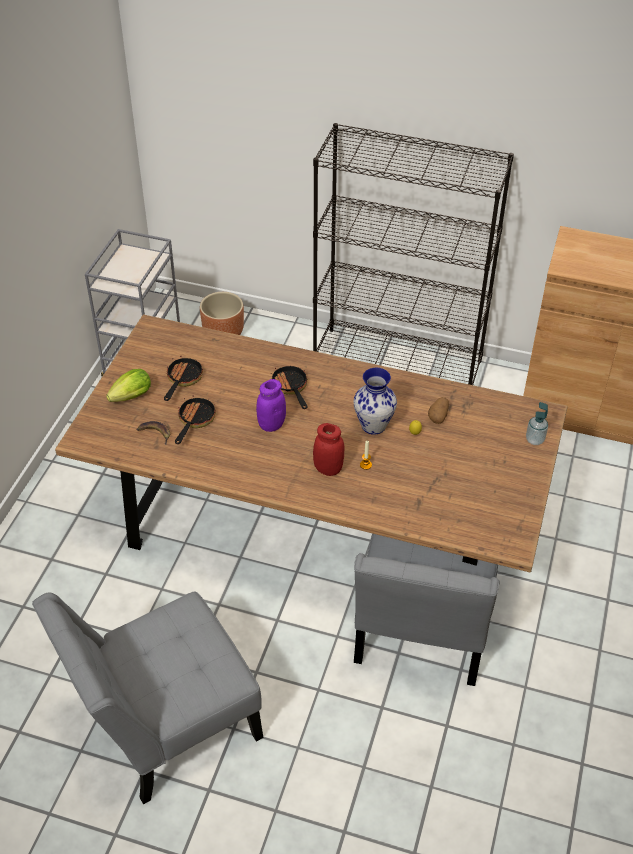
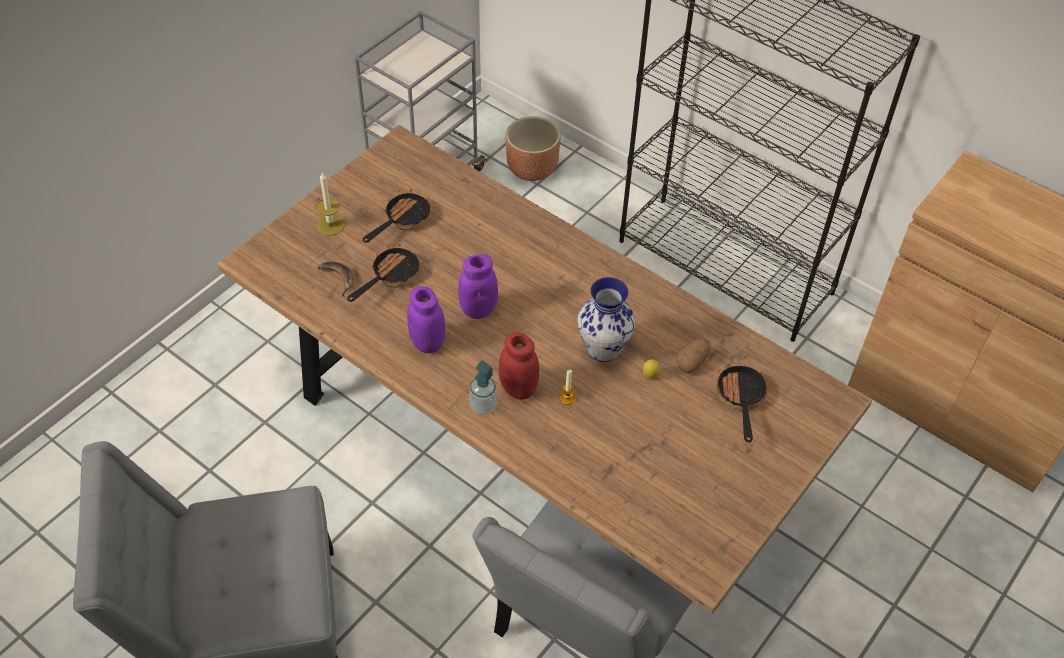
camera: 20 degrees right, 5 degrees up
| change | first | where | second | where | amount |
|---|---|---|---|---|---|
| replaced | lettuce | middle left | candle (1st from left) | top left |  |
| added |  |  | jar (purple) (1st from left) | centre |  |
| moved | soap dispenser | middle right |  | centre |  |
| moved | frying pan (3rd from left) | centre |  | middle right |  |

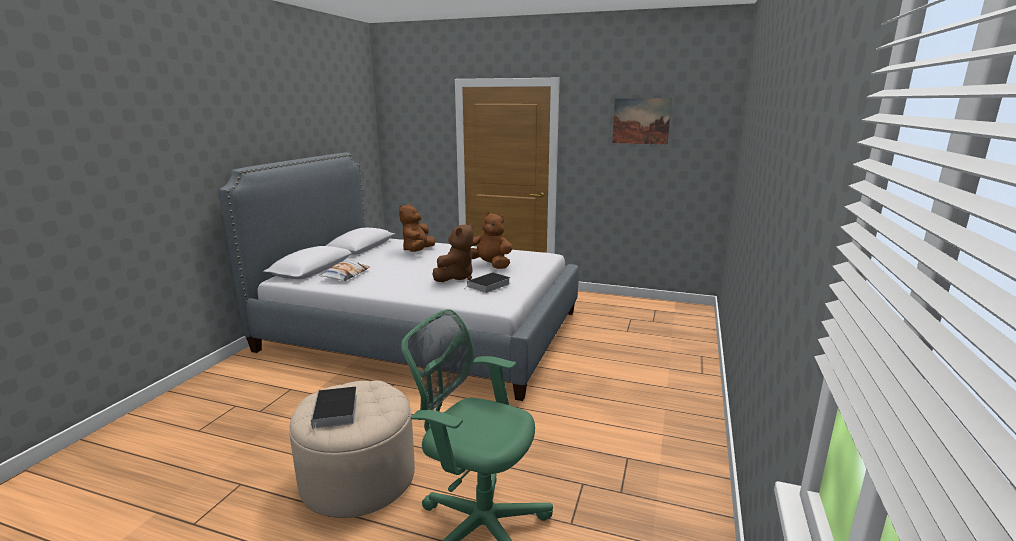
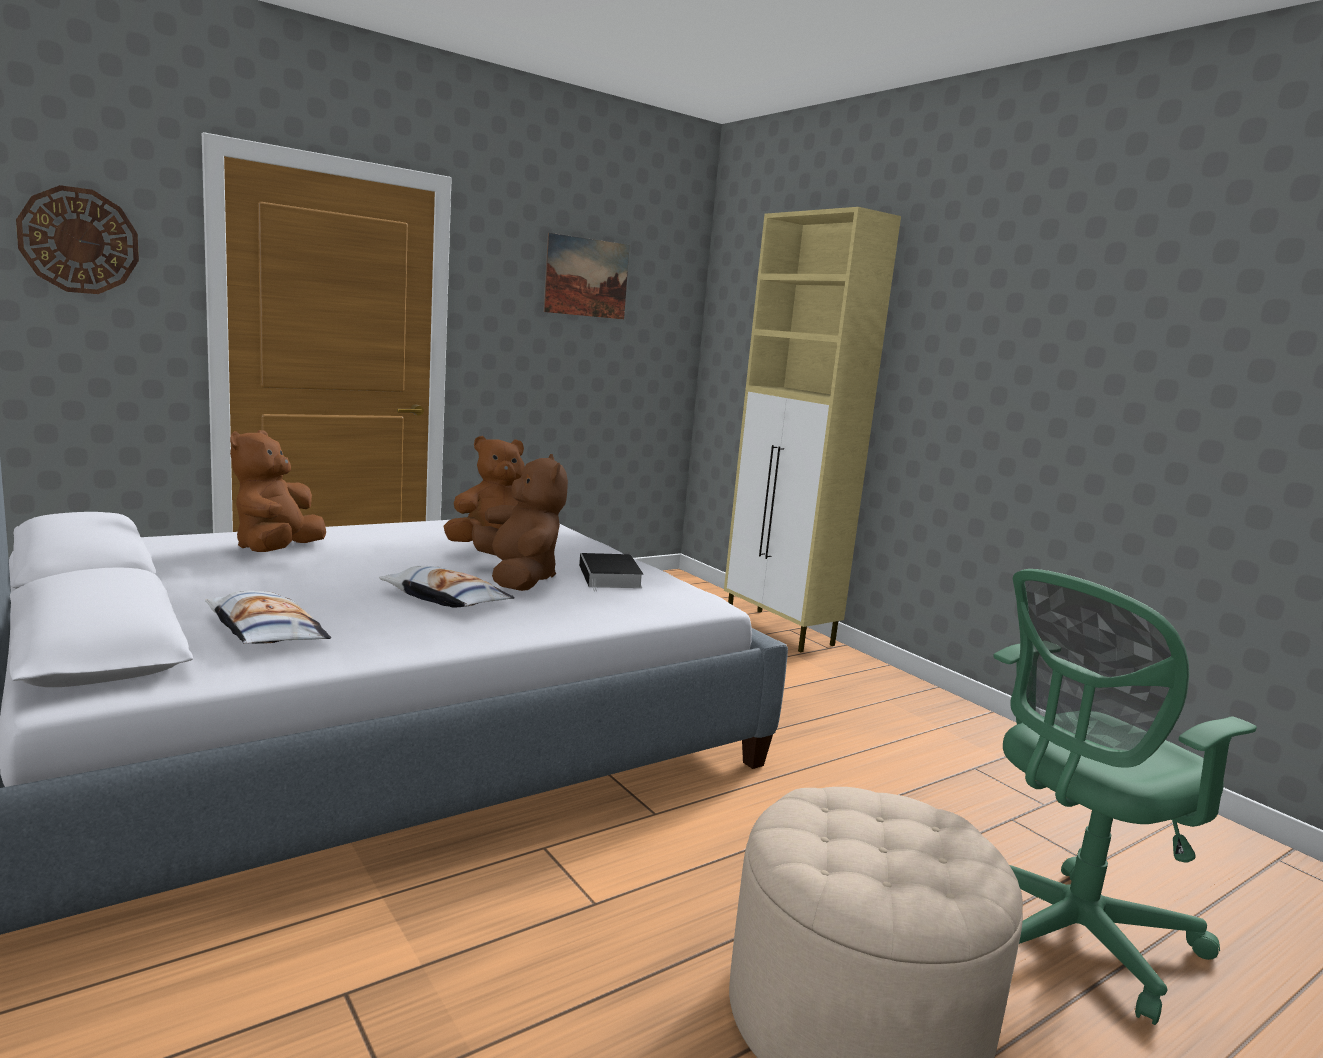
camera: 55 degrees left, 5 degrees down
| change | first | where | second | where | amount |
|---|---|---|---|---|---|
| added |  |  | wall clock | top left |  |
| turned | plush toy (brown) (1st from left) | centre |  | middle left | 45 degrees clockwise |
| added |  |  | pillow (2nd from left) | centre |  |
| added |  |  | cabinet (beige) | centre |  |
| removed | book (1st from left) | bottom left |  |  |  |

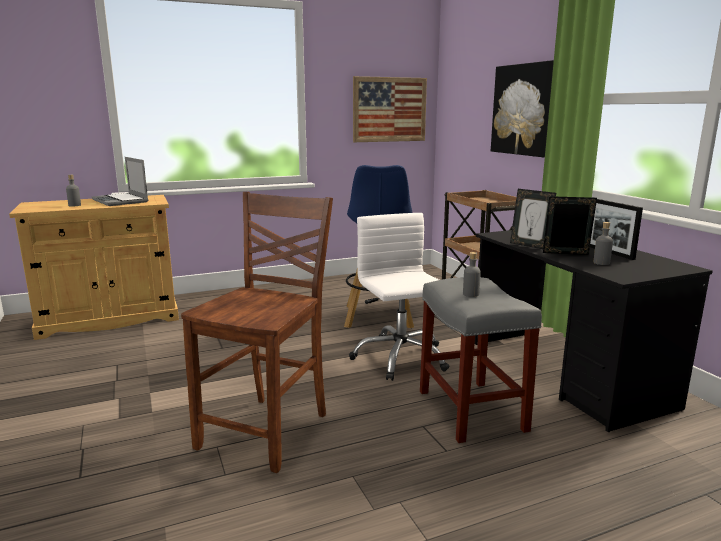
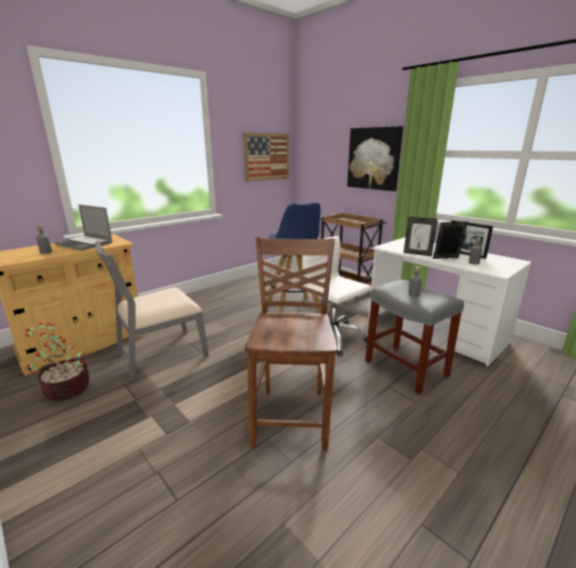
camera: 20 degrees left, 5 degrees up
| change | first | where | second | where | amount |
|---|---|---|---|---|---|
| added |  |  | potted plant | middle left |  |
| added |  |  | chair (grey) | middle left |  |
| recoloured | desk (black) | middle right | desk (white) | middle right |  |

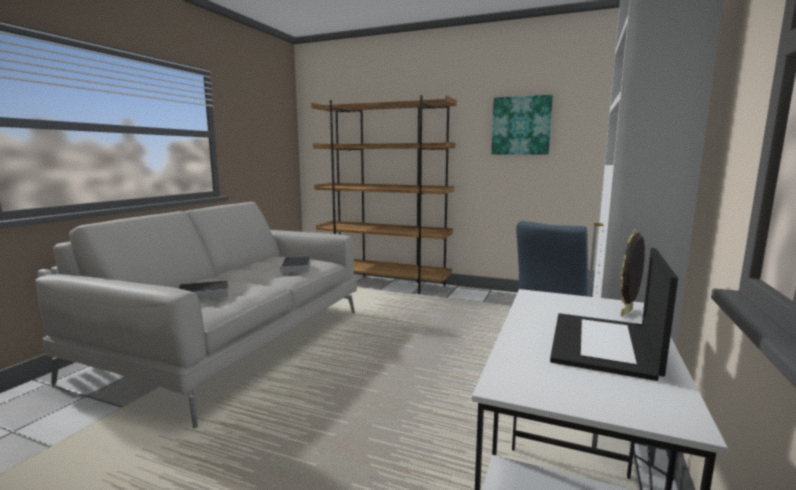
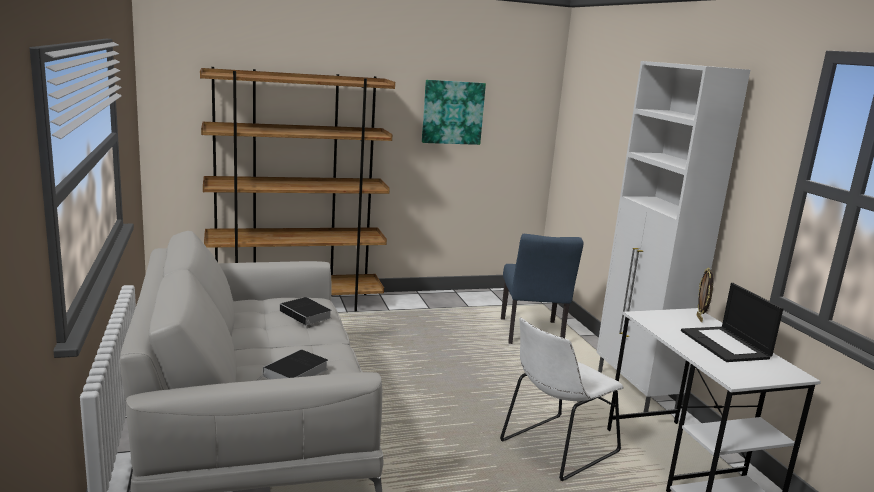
camera: 40 degrees left, 5 degrees up
| change | first | where | second | where | amount |
|---|---|---|---|---|---|
| added |  |  | chair (white) | bottom centre |  |

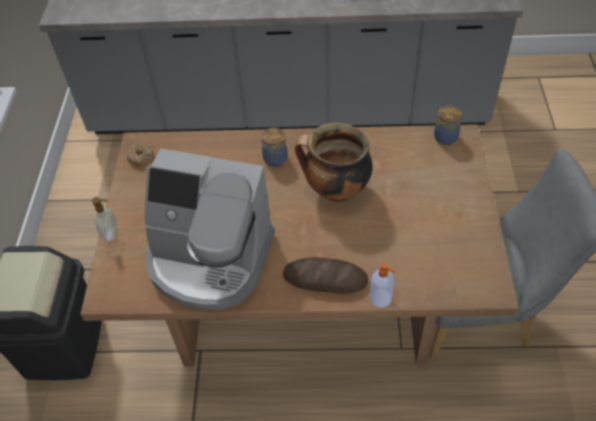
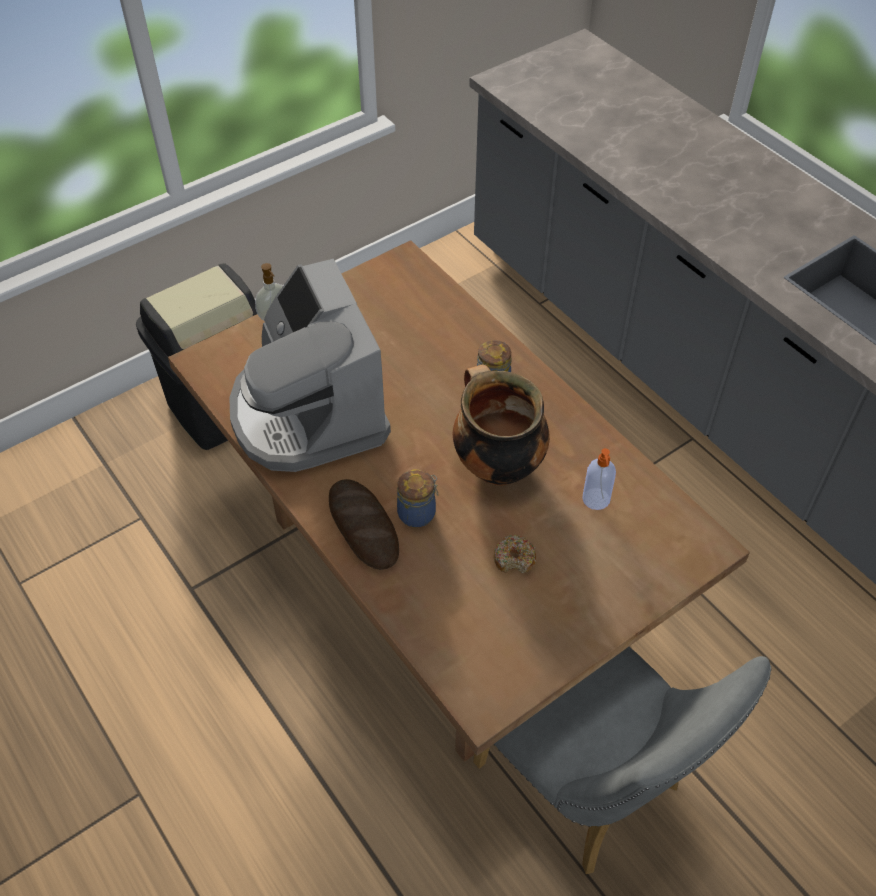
camera: 50 degrees right, 0 degrees up
| change | first | where | second | where | amount |
|---|---|---|---|---|---|
| moved | jar (2nd from left in the first image) | top right | jar (1st from left) | centre |  |
| moved | donut | middle left |  | centre |  |
| moved | soap dispenser (2nd from left) | bottom centre |  | middle right |  |

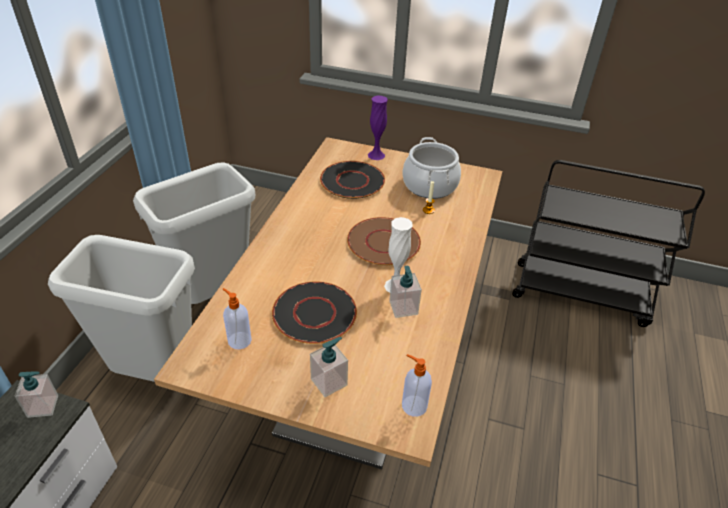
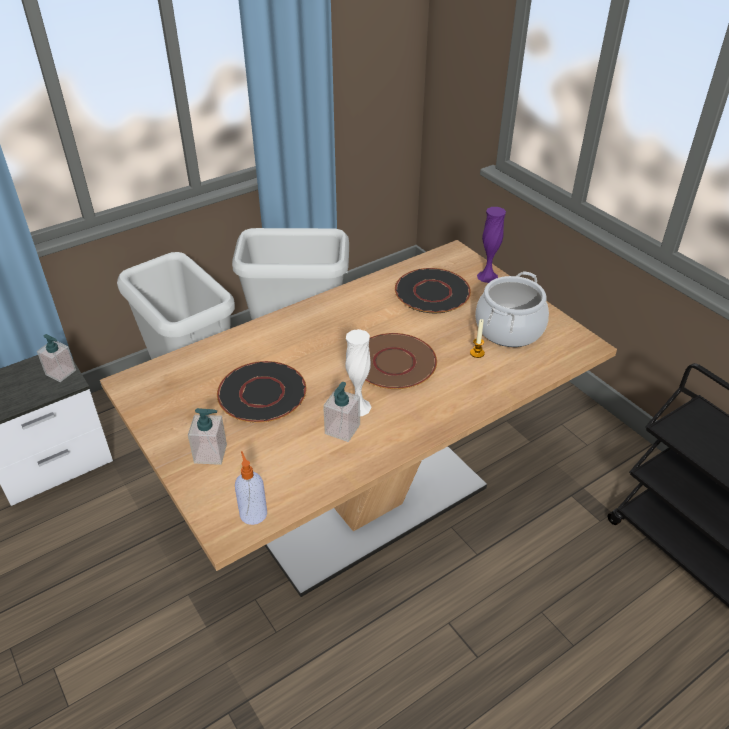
camera: 40 degrees right, 0 degrees up
| change | first | where | second | where | amount |
|---|---|---|---|---|---|
| removed | soap dispenser (2nd from left) | middle left |  |  |  |

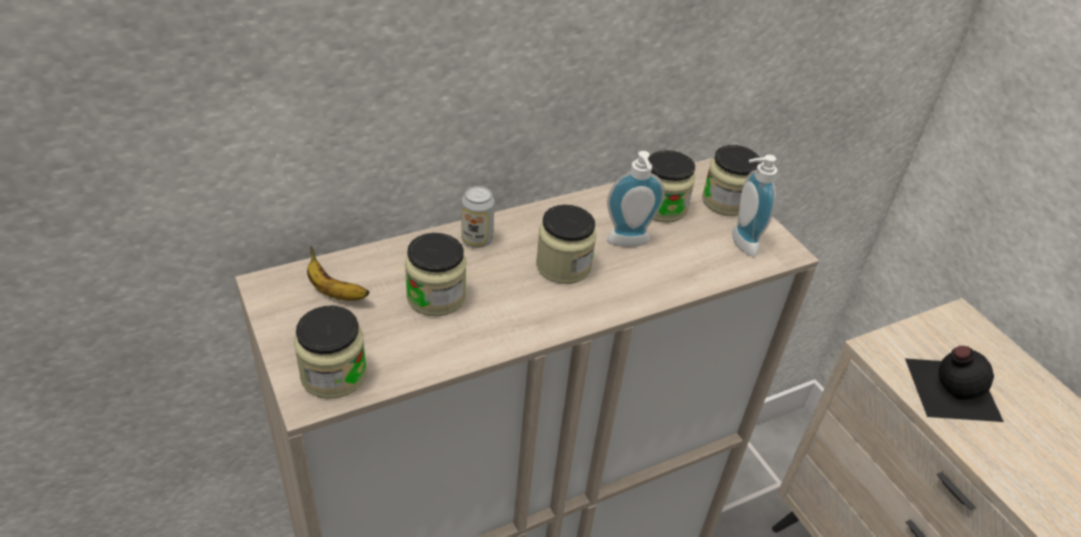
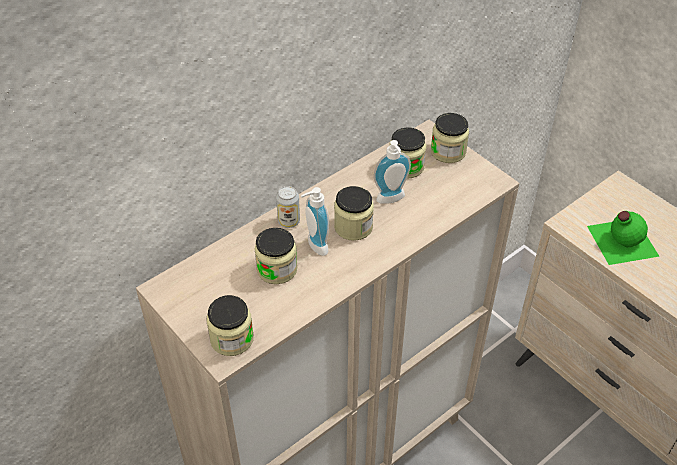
camera: 10 degrees left, 5 degrees up
| change | first | where | second | where | amount |
|---|---|---|---|---|---|
| moved | soap dispenser (2nd from left in the first image) | middle right | soap dispenser (1st from left) | centre |  |
| recoloured | bottle (black) | bottom right | bottle (green) | middle right |  |
| removed | banana | middle left |  |  |  |

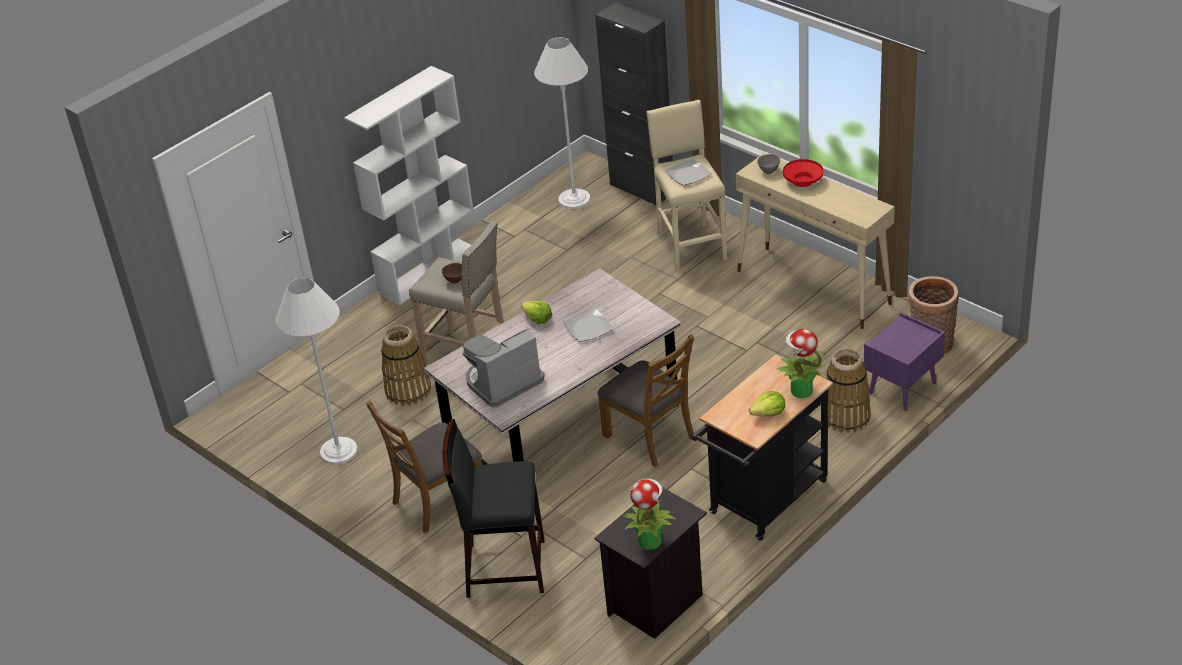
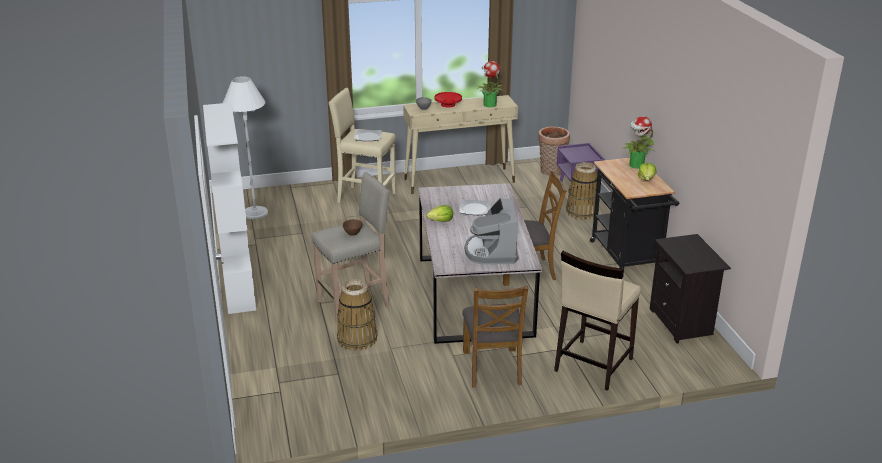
camera: 60 degrees left, 10 degrees down
| change | first | where | second | where | amount |
|---|---|---|---|---|---|
| moved | potted plant (1st from left) | bottom centre |  | top centre |  |
| recoloured | stool (black) | bottom centre | stool (beige) (3rd from left) | bottom right |  |
| removed | floor lamp (white) (1st from left) | middle left |  |  |  |
| removed | cabinet (black) | top centre |  |  |  |

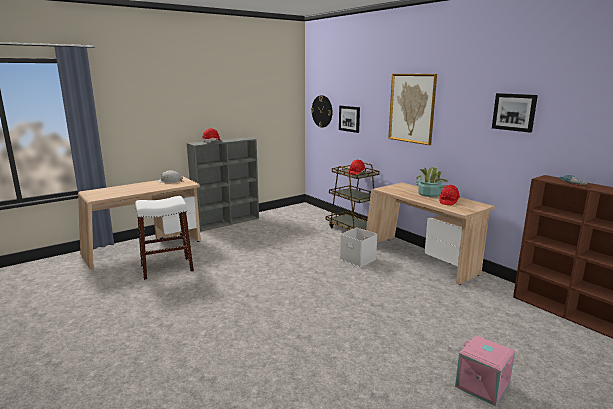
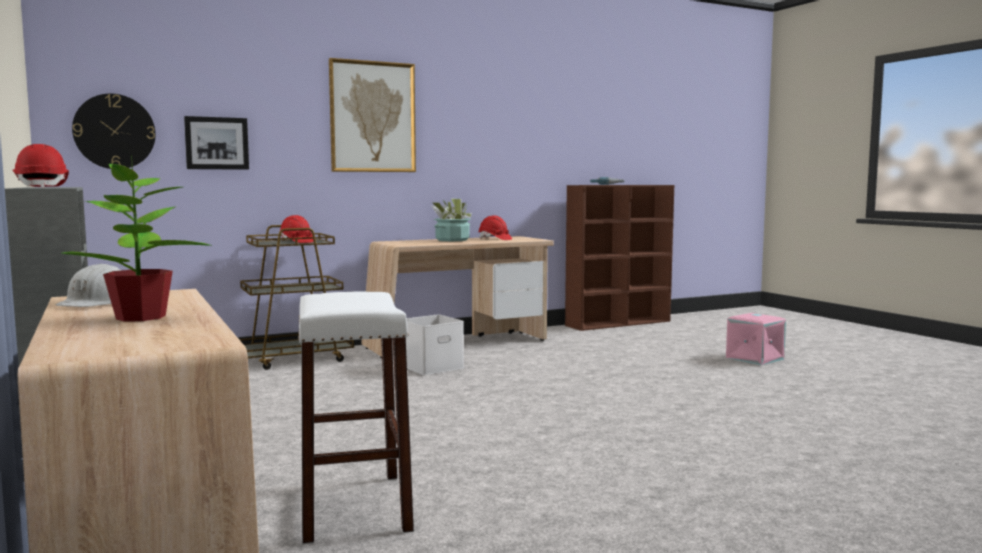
camera: 80 degrees left, 10 degrees down
| change | first | where | second | where | amount |
|---|---|---|---|---|---|
| added |  |  | potted plant (1st from left) | middle left |  |
| removed | picture (3rd from left) | top right |  |  |  |

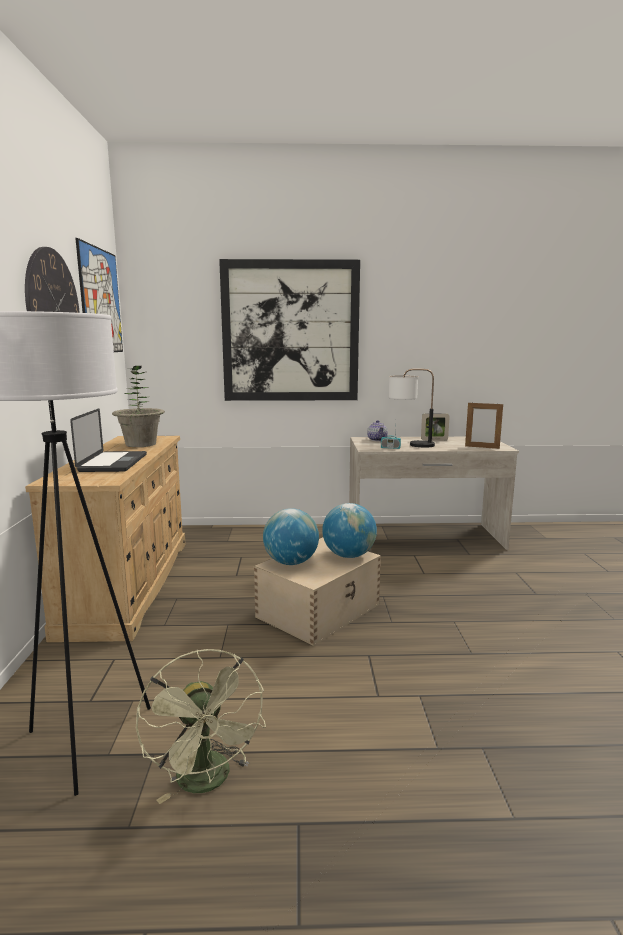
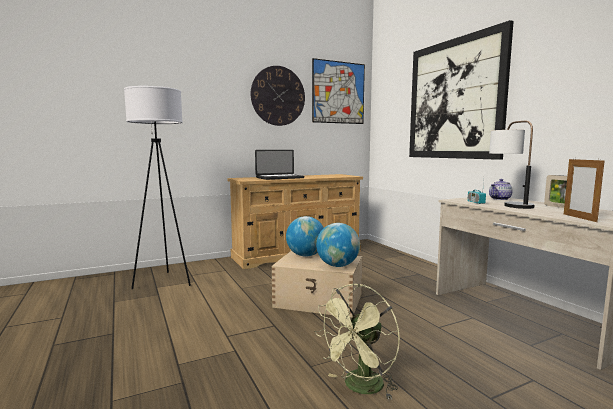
camera: 65 degrees right, 5 degrees down
| change | first | where | second | where | amount |
|---|---|---|---|---|---|
| moved | fan (green) | bottom left |  | bottom centre |  |
| removed | potted plant | middle left |  |  |  |

